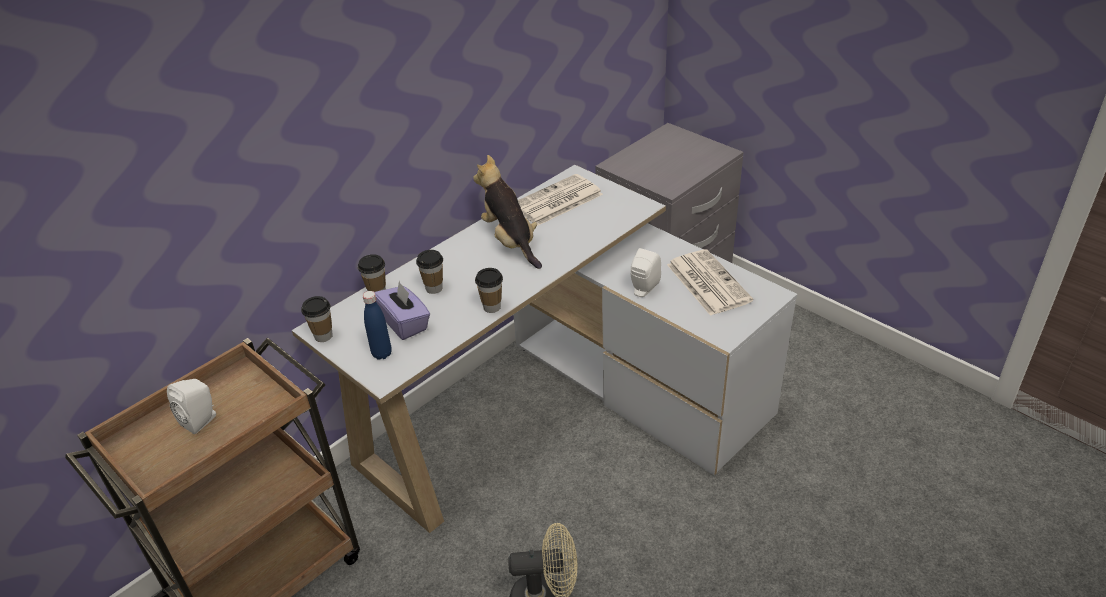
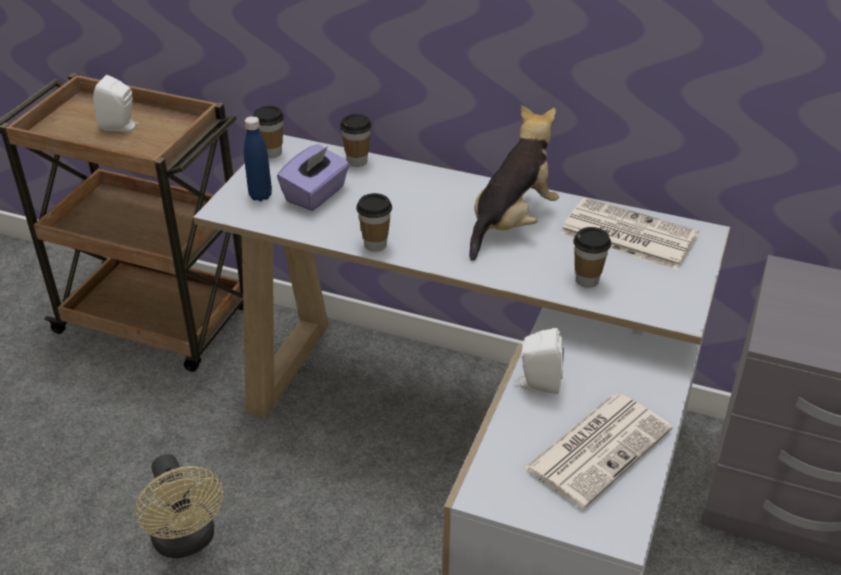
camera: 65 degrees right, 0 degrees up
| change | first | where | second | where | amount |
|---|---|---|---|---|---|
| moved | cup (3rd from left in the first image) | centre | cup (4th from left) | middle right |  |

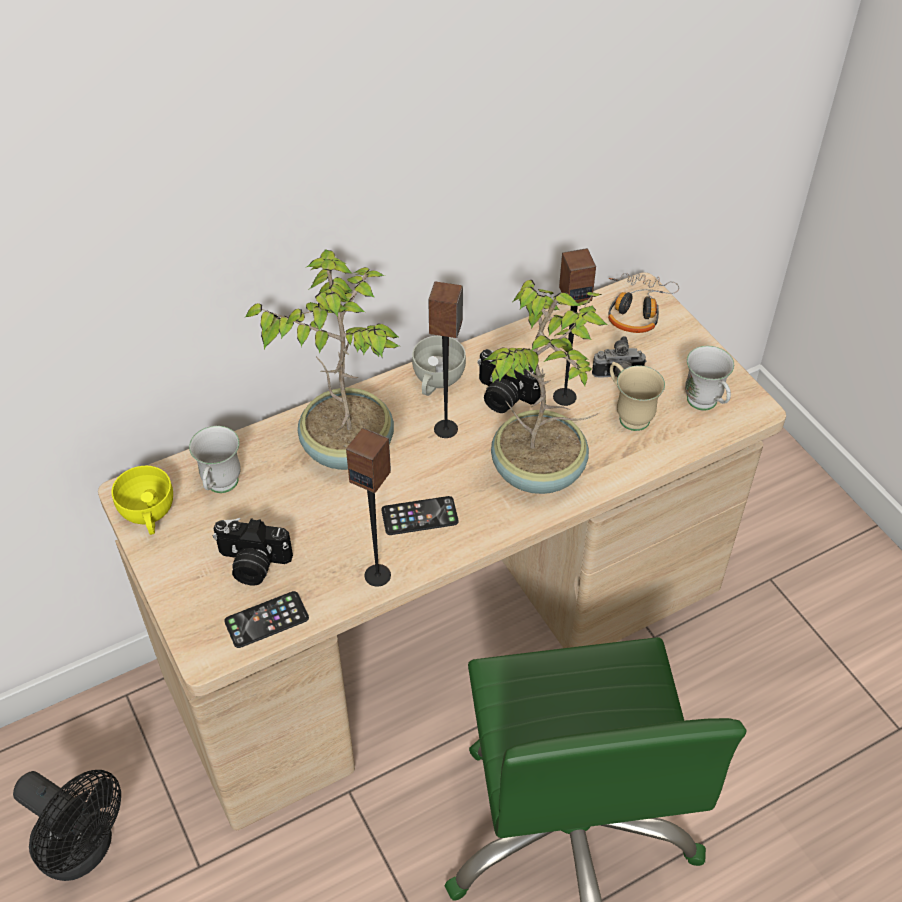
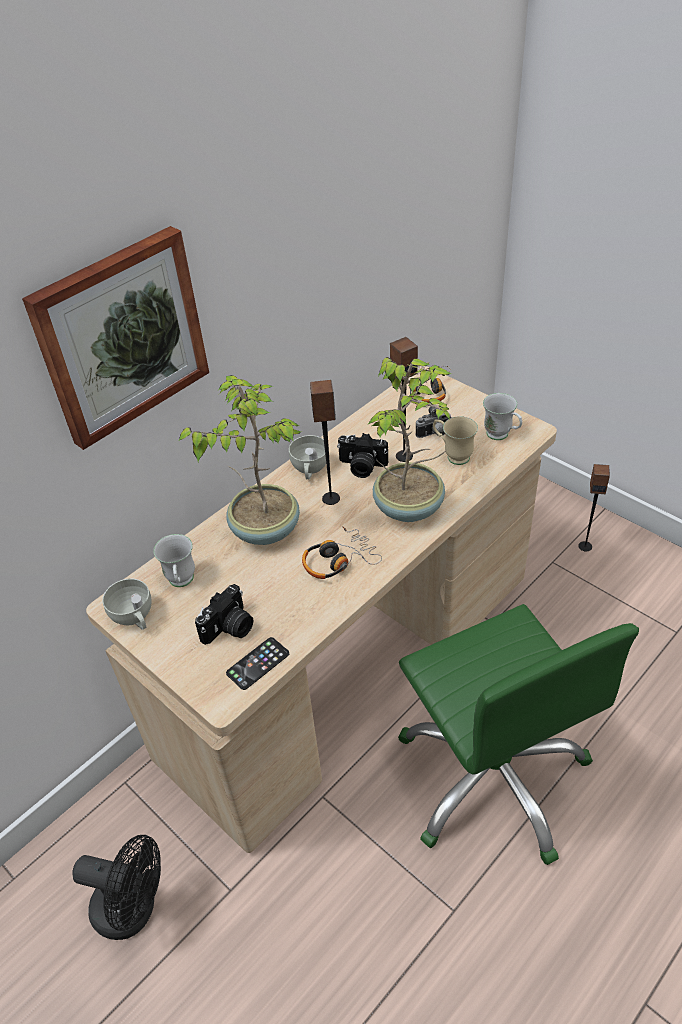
camera: 15 degrees left, 5 degrees down
| change | first | where | second | where | amount |
|---|---|---|---|---|---|
| added |  |  | picture | top left |  |
| recoloured | cup (yellow) | middle left | cup (white) (1st from left) | middle left |  |
| turned | photo camera (1st from left) | middle left |  | middle left | 45 degrees counterclockwise |
| replaced | phone (2nd from left) | centre | headphones (1st from left) | centre |  |
| moved | speaker (1st from left in the first image) | centre | speaker (3rd from left) | middle right |  |

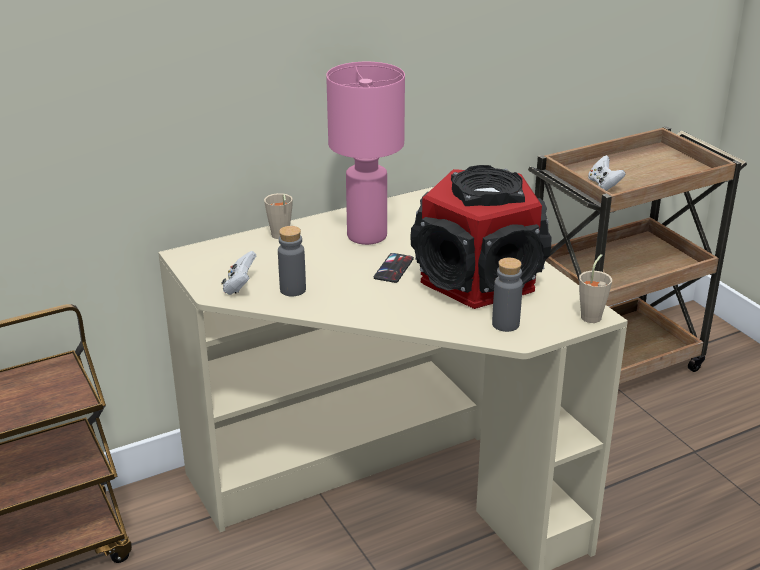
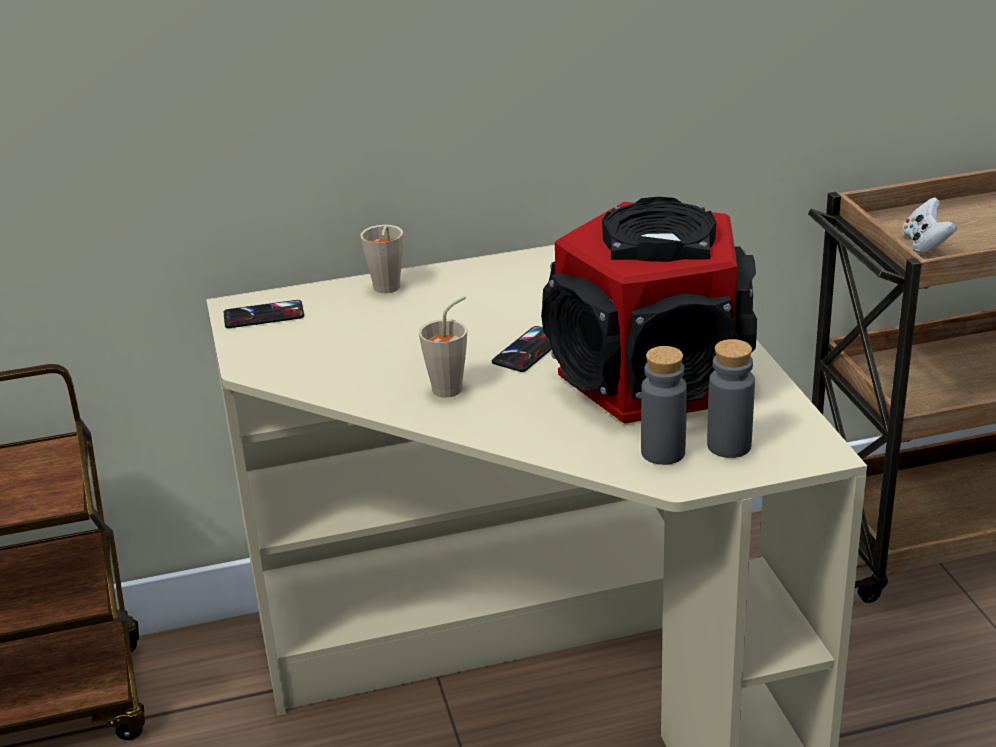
camera: 15 degrees right, 0 degrees up
| change | first | where | second | where | amount |
|---|---|---|---|---|---|
| added |  |  | phone (1st from left) | middle left |  |
| moved | cup (beige) (2nd from left) | middle right |  | centre |  |
| moved | bottle (grey) (1st from left in the first image) | centre | bottle (grey) (2nd from left) | middle right |  |
| removed | game controller (white) (1st from left) | middle left |  |  |  |
| removed | table lamp (pink) | top centre |  |  |  |

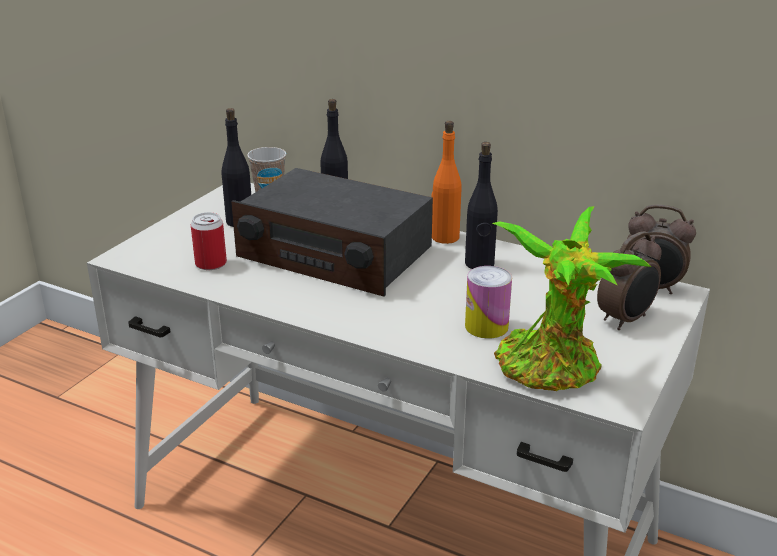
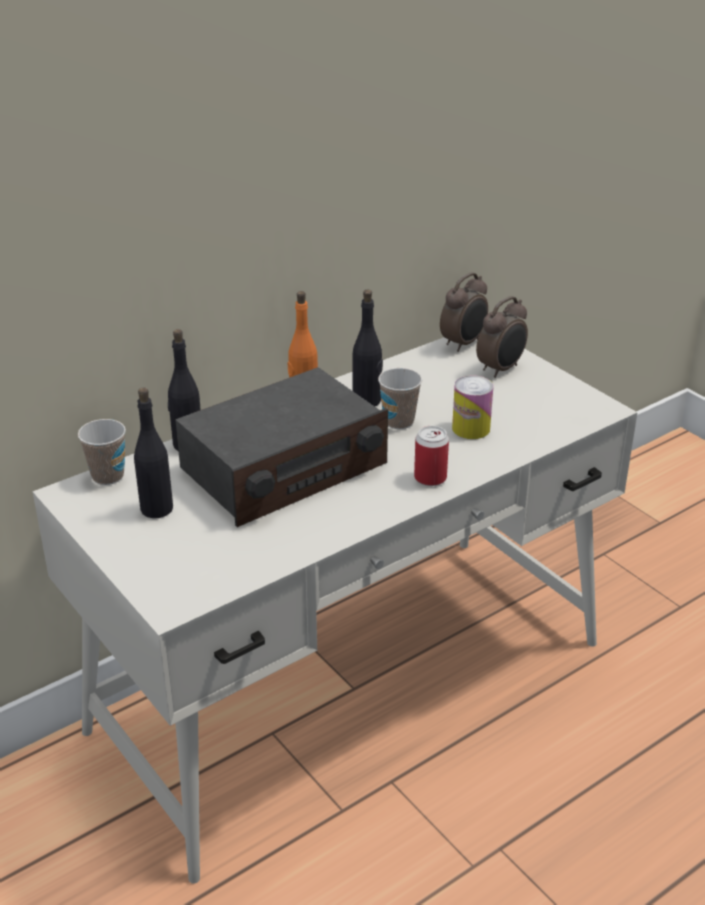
camera: 65 degrees left, 5 degrees up
| change | first | where | second | where | amount |
|---|---|---|---|---|---|
| added |  |  | cup (2nd from left) | centre |  |
| moved | can (1st from left) | middle left |  | centre |  |
| turned | alarm clock (1st from left in the first image) | middle right | alarm clock (2nd from left) | middle right | 60 degrees clockwise |
| removed | potted plant | middle right |  |  |  |

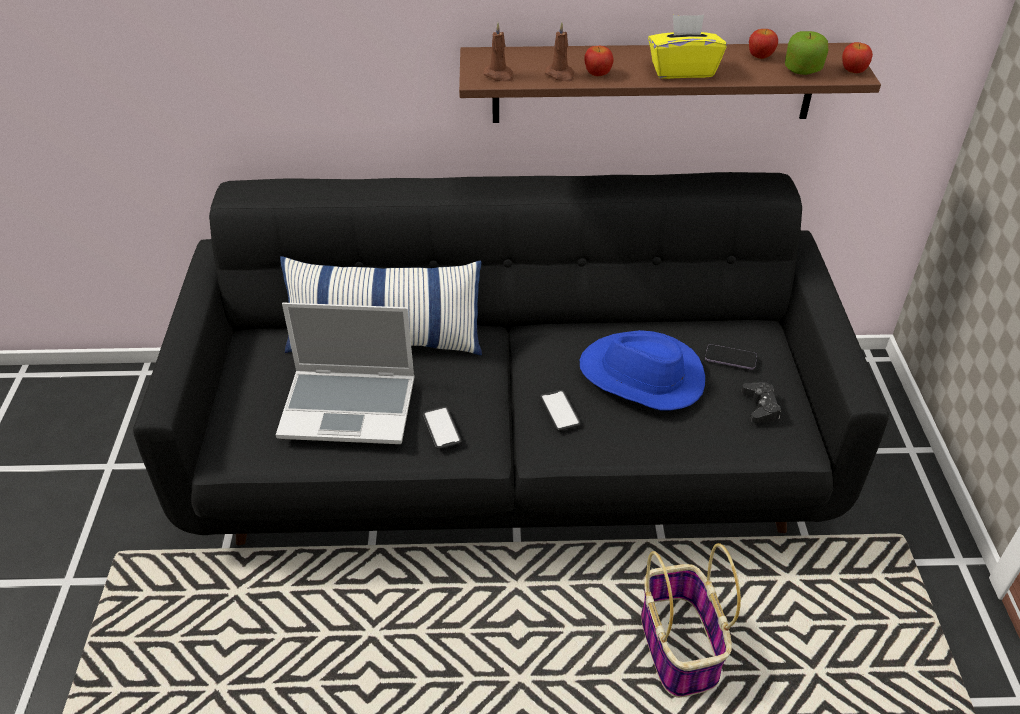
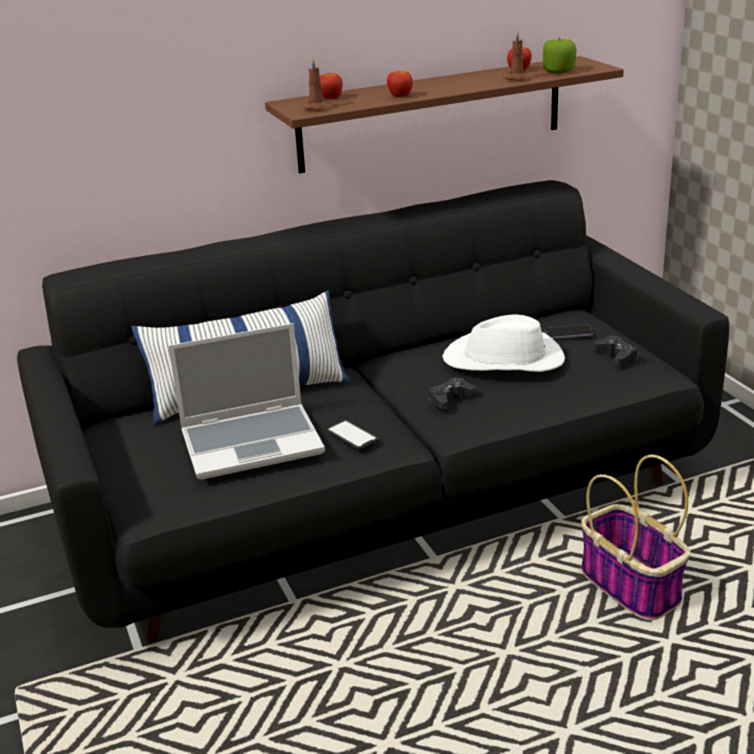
camera: 20 degrees left, 15 degrees down
| change | first | where | second | where | amount |
|---|---|---|---|---|---|
| moved | apple (4th from left in the first image) | top right | apple (1st from left) | top centre |  |
| replaced | phone (2nd from left) | centre | game controller (black) (1st from left) | centre |  |
| recoloured | hat (blue) | centre | hat (white) | middle right |  |
| moved | candle (brown) (2nd from left) | top centre |  | top right |  |
| removed | tissue box (yellow) | top right |  |  |  |

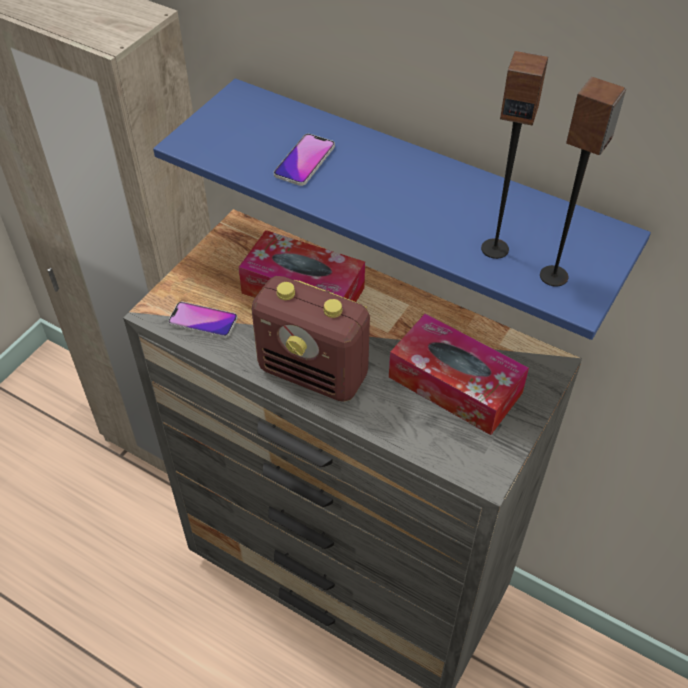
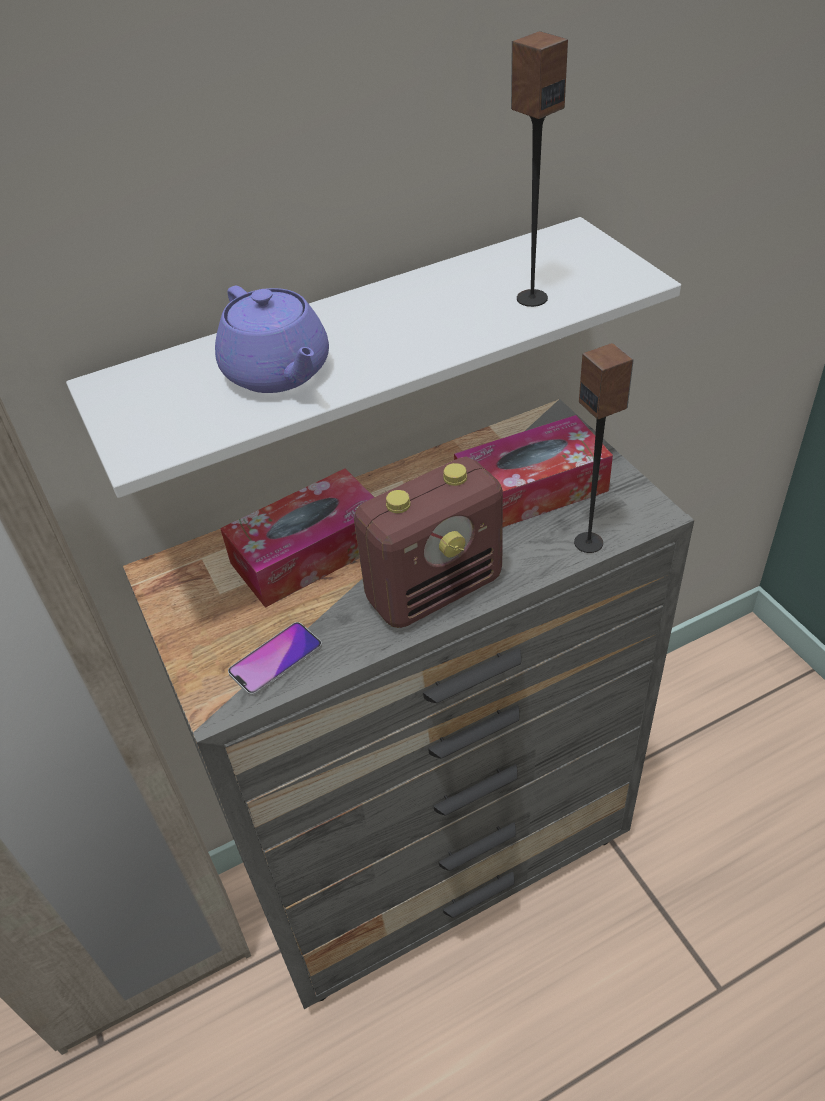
camera: 55 degrees left, 5 degrees down
| change | first | where | second | where | amount |
|---|---|---|---|---|---|
| recoloured | shelf (blue) | top centre | shelf (white) | top centre |  |
| replaced | phone (2nd from left) | top centre | teapot (purple) | top left |  |
| moved | speaker (2nd from left) | top right |  | middle right |  |

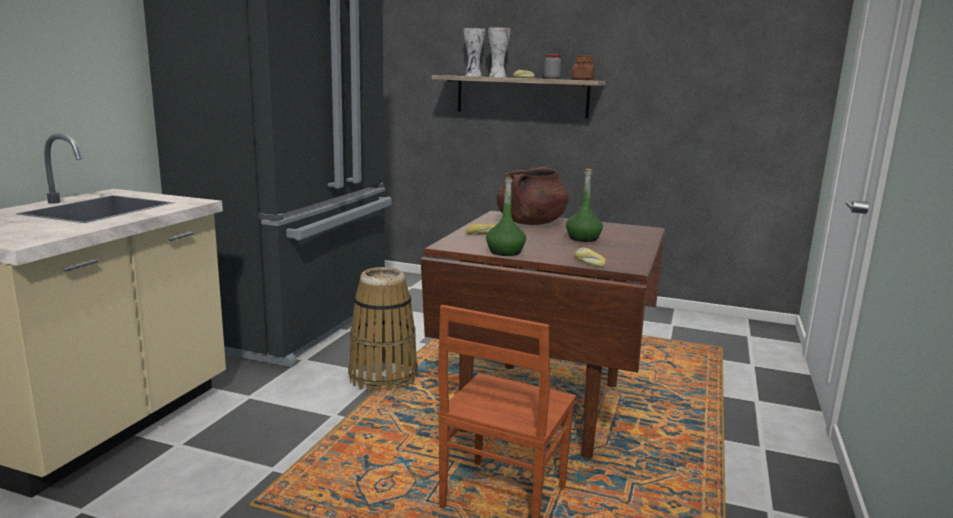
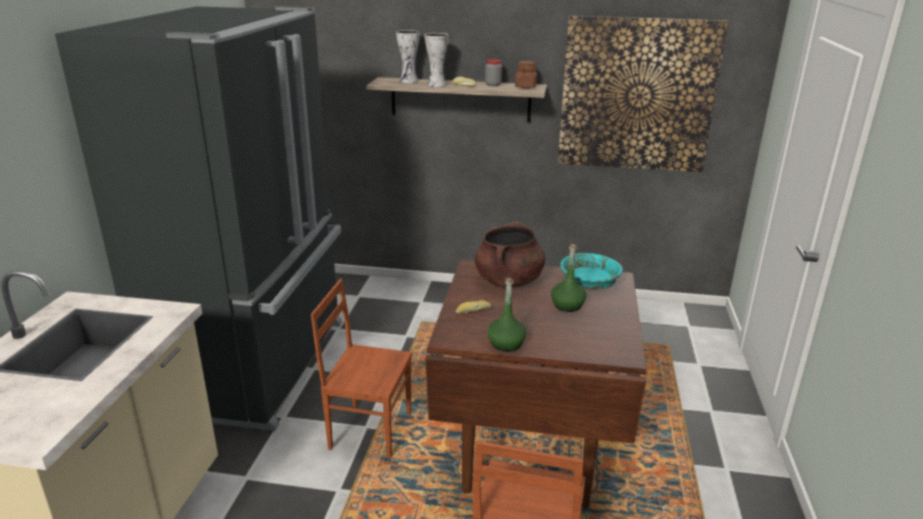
camera: 10 degrees left, 10 degrees up
| change | first | where | second | where | amount |
|---|---|---|---|---|---|
| replaced | basket | centre | chair (brown) (1st from left) | bottom centre |  |
| added |  |  | picture | top right |  |
| added |  |  | bowl (turquoise) | centre |  |
| removed | bread (3rd from left) | centre |  |  |  |

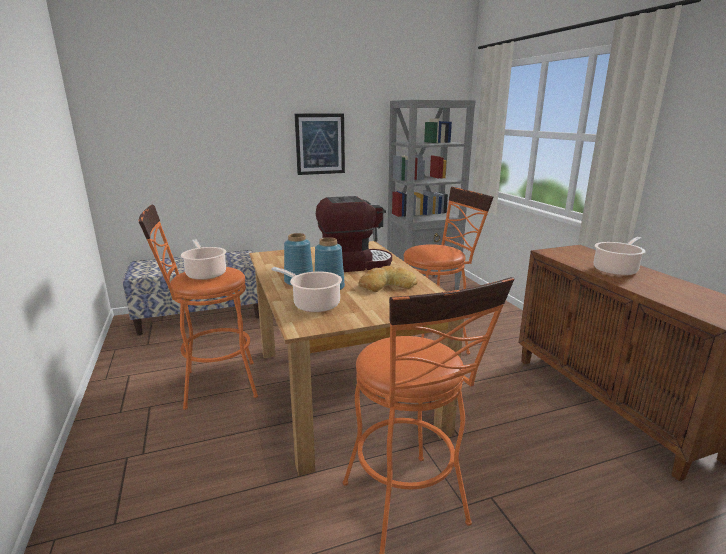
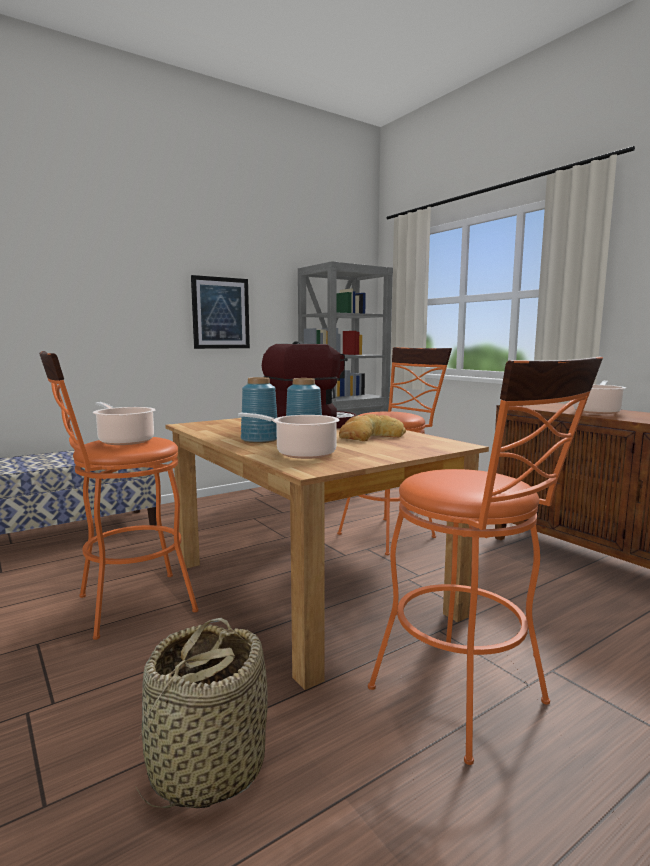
camera: 15 degrees left, 10 degrees down
| change | first | where | second | where | amount |
|---|---|---|---|---|---|
| added |  |  | basket | bottom left |  |

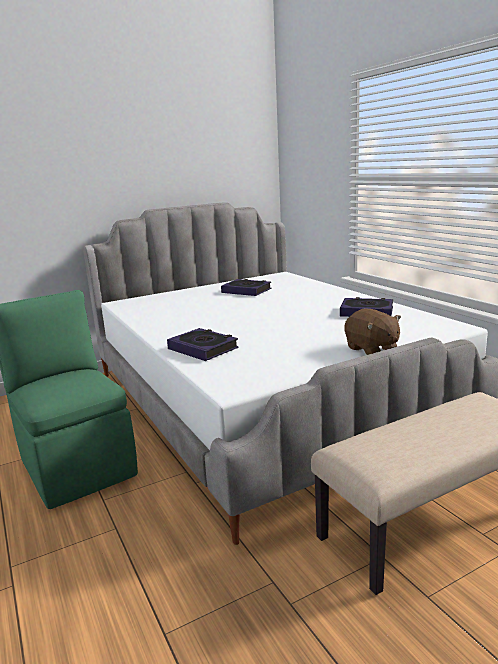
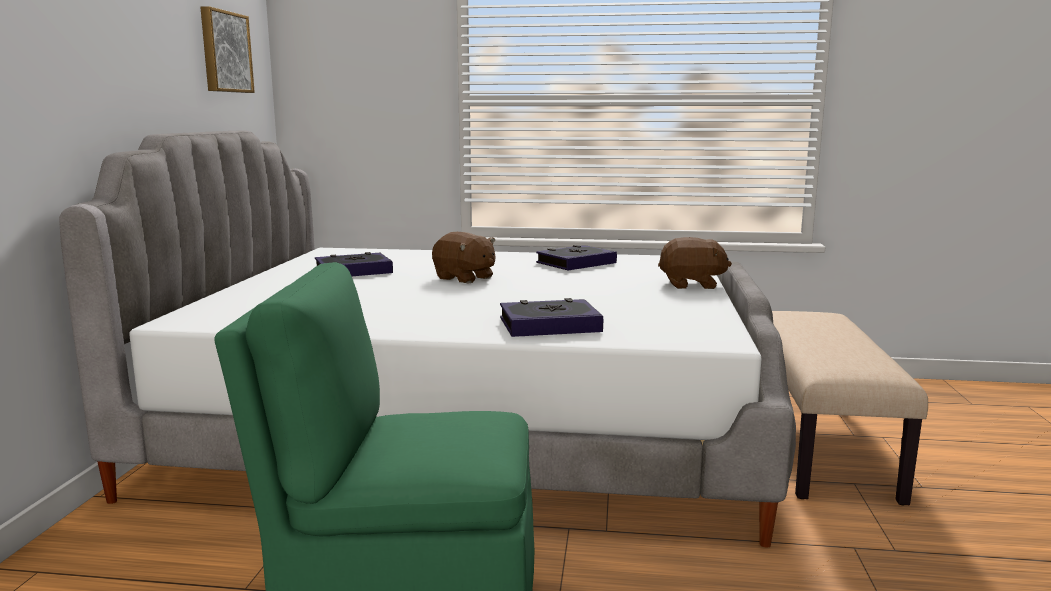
camera: 55 degrees left, 5 degrees down
| change | first | where | second | where | amount |
|---|---|---|---|---|---|
| added |  |  | picture | top left |  |
| added |  |  | plush toy (brown) (1st from left) | centre |  |

